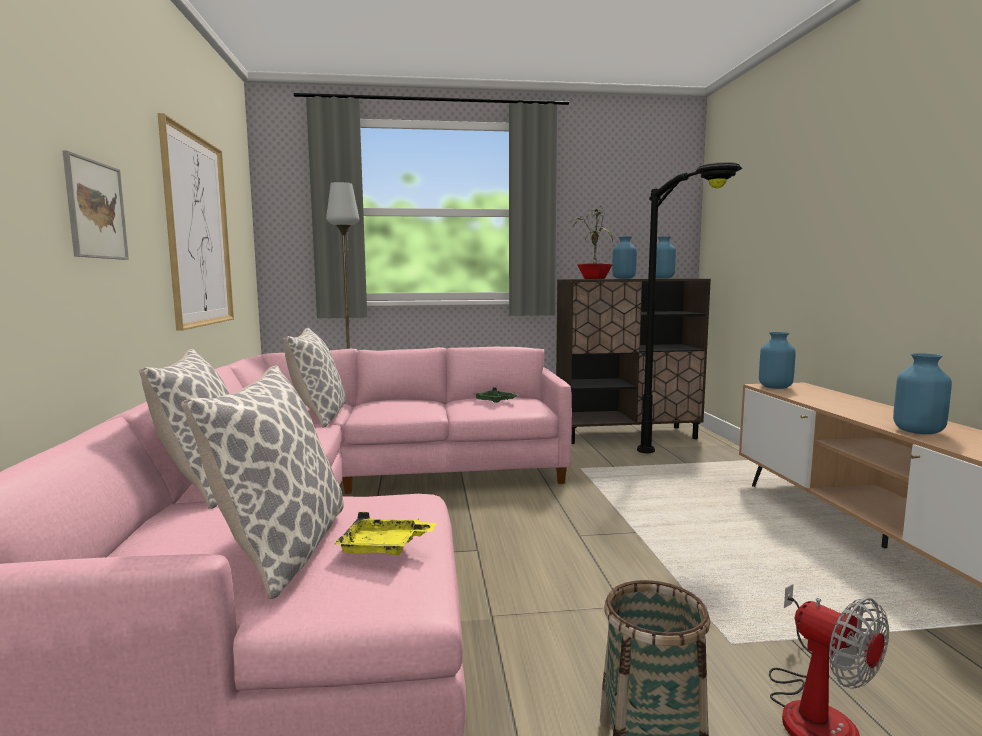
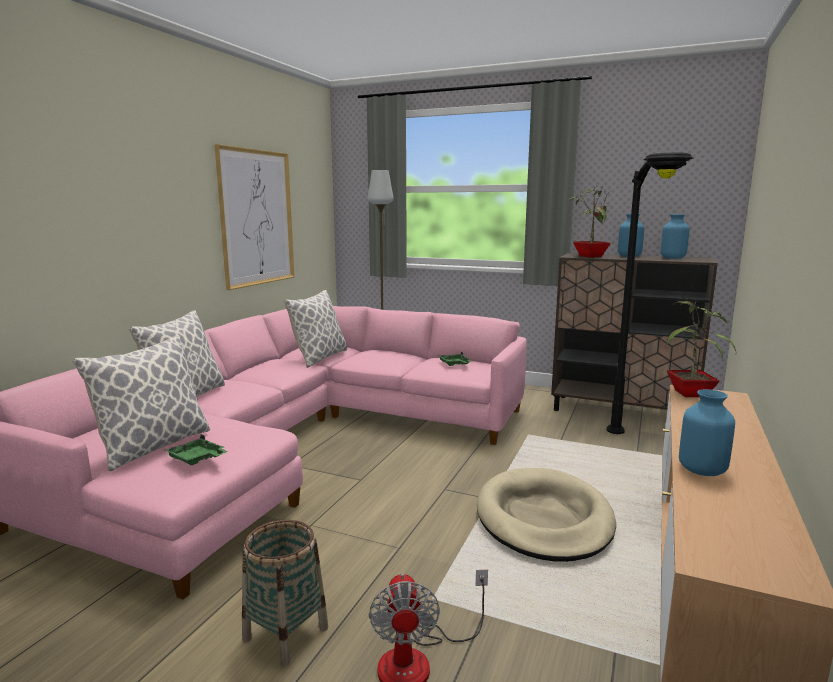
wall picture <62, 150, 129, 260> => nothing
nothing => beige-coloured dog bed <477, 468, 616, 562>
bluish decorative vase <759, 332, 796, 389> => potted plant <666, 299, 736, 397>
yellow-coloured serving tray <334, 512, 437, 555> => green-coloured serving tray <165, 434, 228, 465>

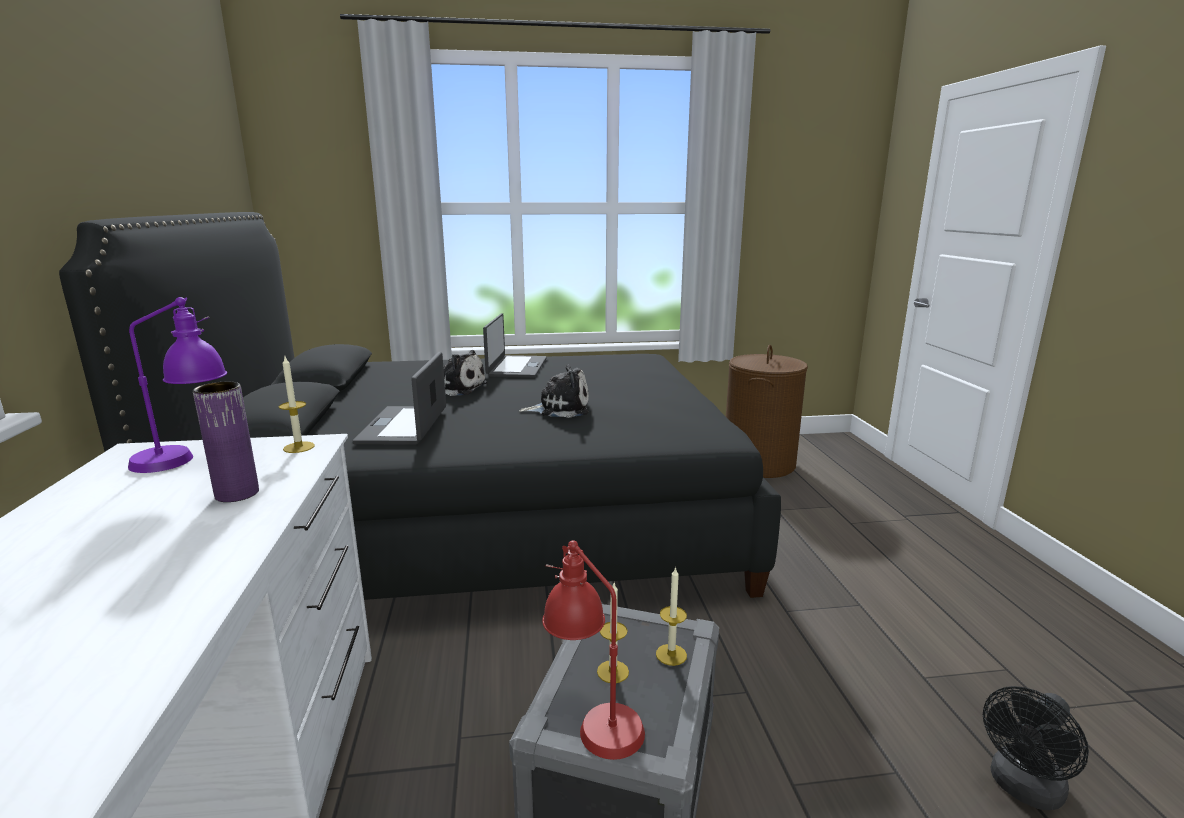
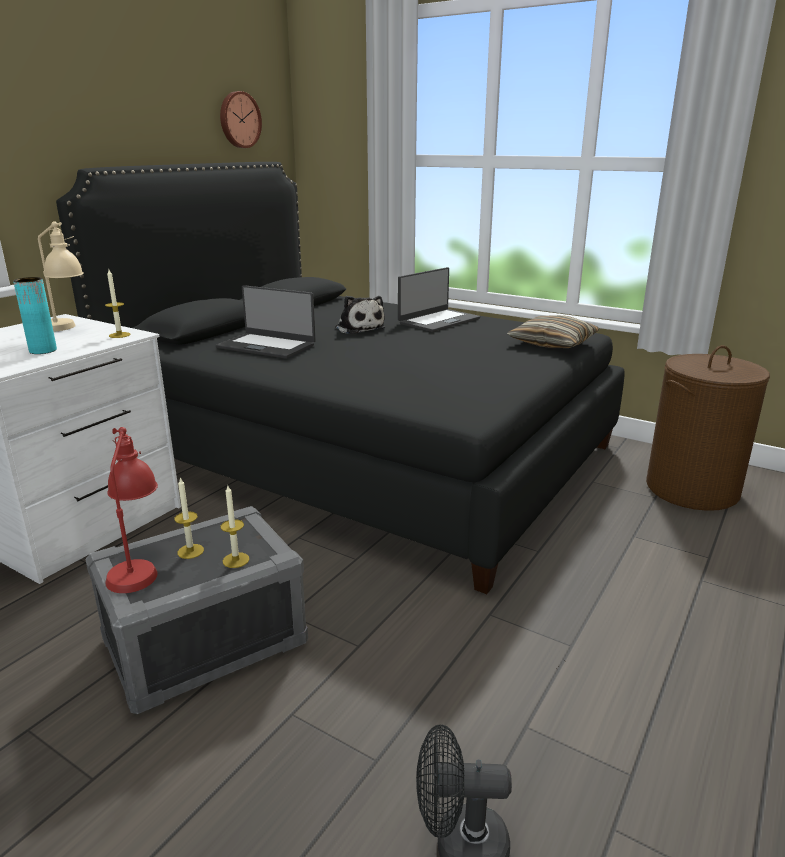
plush toy <519, 365, 589, 418> => nothing
nothing => clock on the wall <220, 91, 262, 148>
nothing => pillow <507, 315, 600, 348>
purplish table lamp <128, 297, 227, 473> => beige-coloured table lamp <38, 221, 84, 332>
purplish decorative vase <193, 382, 259, 502> => turquoise-coloured decorative vase <13, 277, 57, 354>
notebook computer <352, 352, 446, 444> => notebook computer <216, 285, 316, 359>, 105 degrees counterclockwise

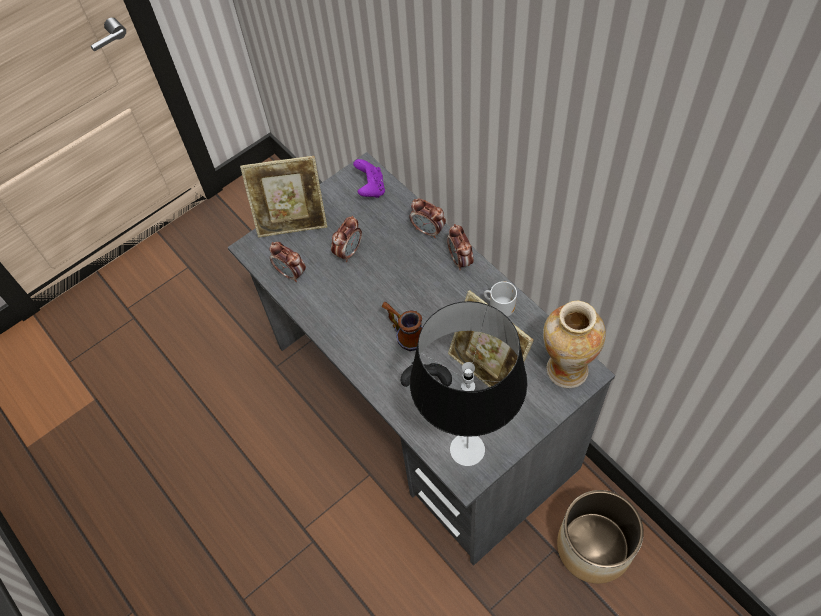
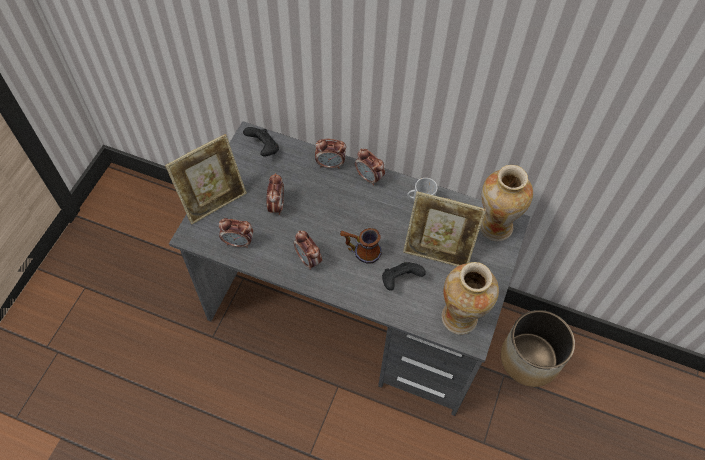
nothing => bedside clock <294, 231, 322, 270>
table lamp <410, 301, 527, 466> => decorative vase <441, 262, 499, 335>
purplish joypad <353, 159, 385, 198> => black joypad <243, 127, 279, 156>

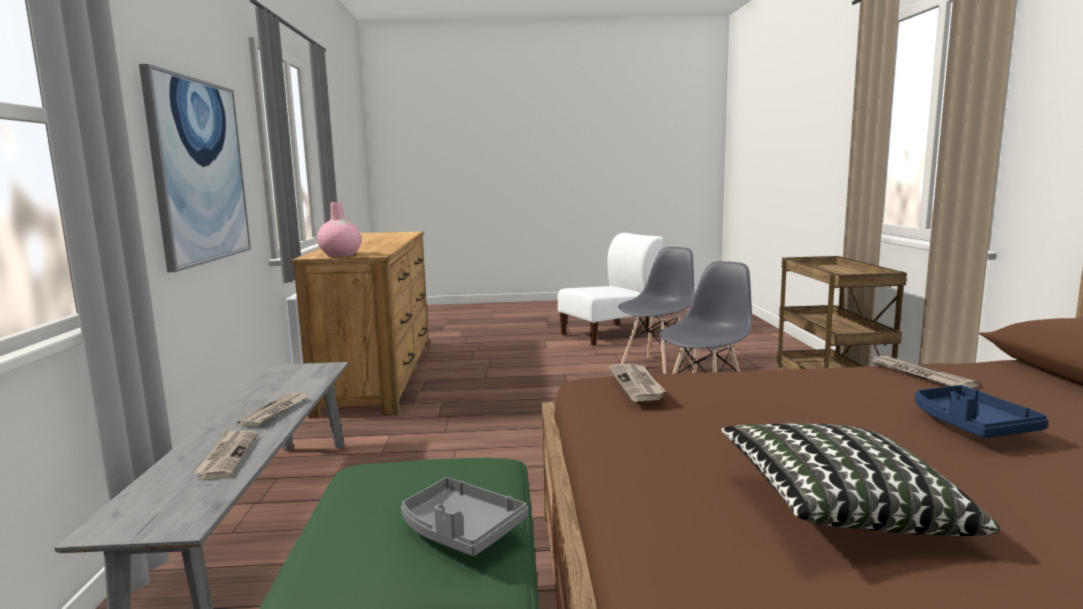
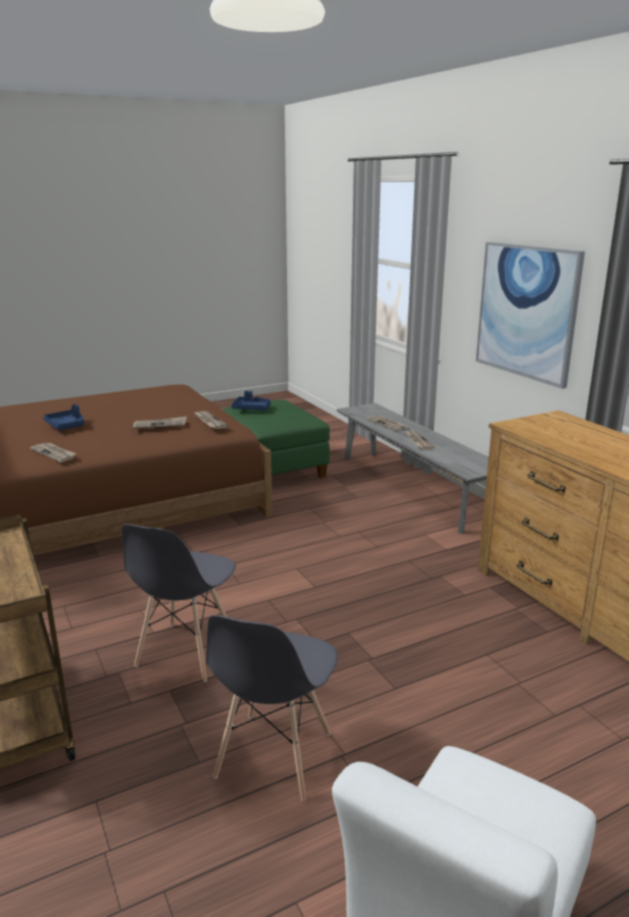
pinkish decorative vase <317, 202, 362, 257> => nothing
pillow <721, 423, 1000, 536> => nothing
nothing => printed paper <133, 416, 186, 429>
greyish serving tray <401, 477, 528, 556> => bluish serving tray <231, 391, 271, 410>

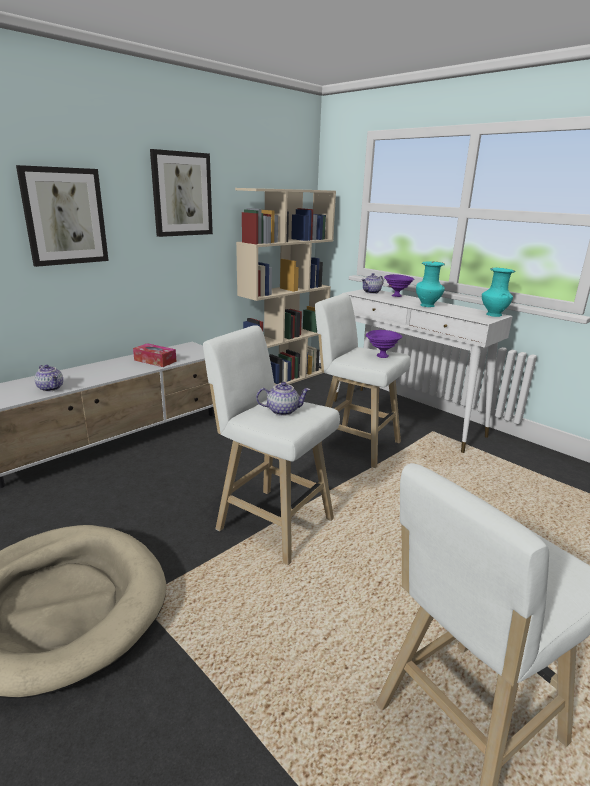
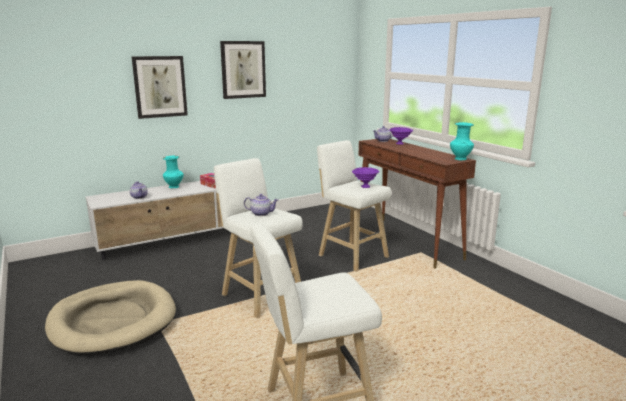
beige-coloured shelving unit <235, 188, 336, 385> => nothing
turquoise-coloured decorative vase <416, 261, 445, 307> => turquoise-coloured decorative vase <163, 156, 184, 188>, moved
whitish console table <334, 289, 513, 453> => brown console table <359, 139, 476, 269>

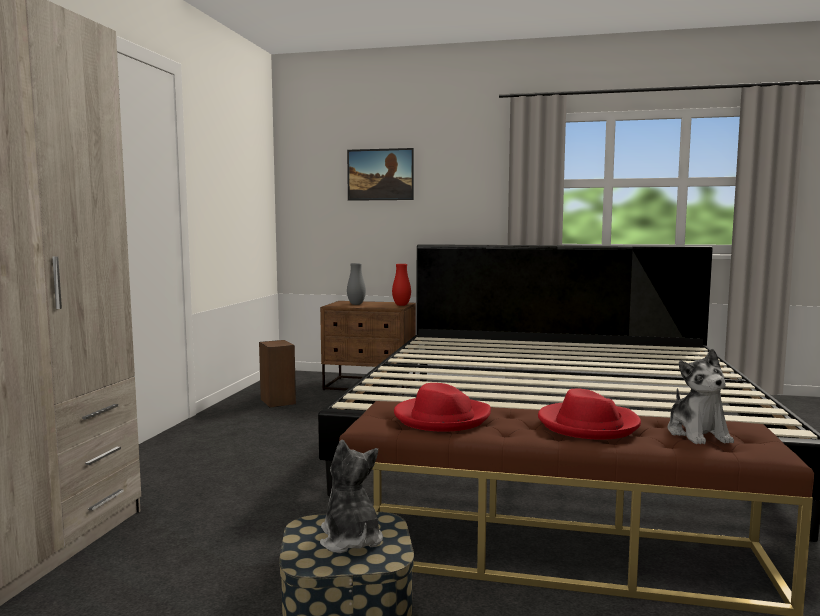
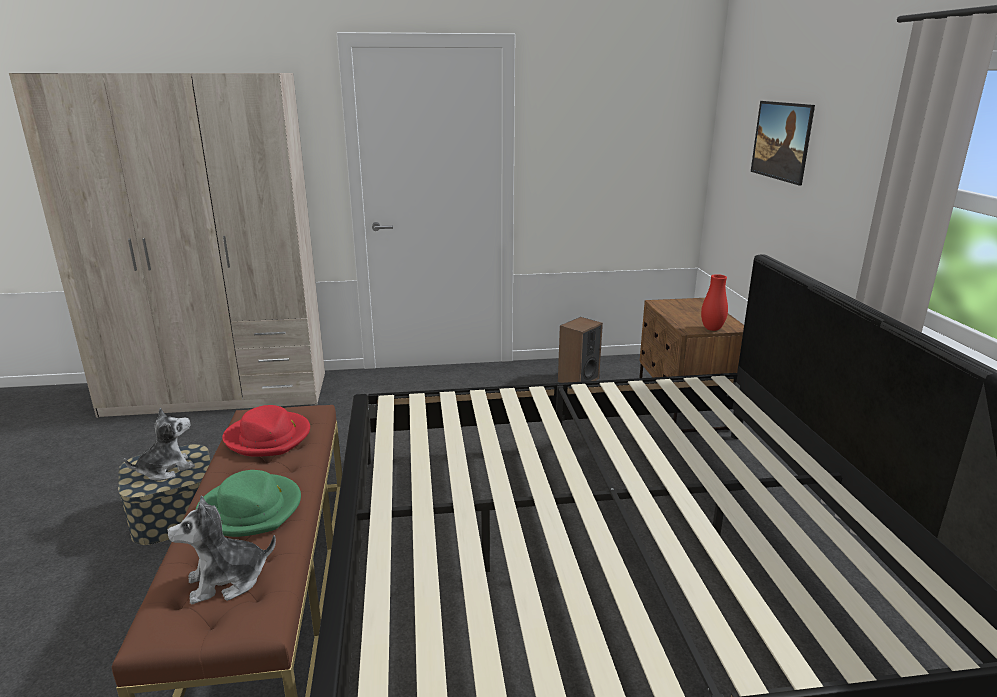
greyish decorative vase <347, 263, 366, 305> => nothing
reddish hat <538, 389, 641, 439> => green-coloured hat <195, 470, 301, 537>

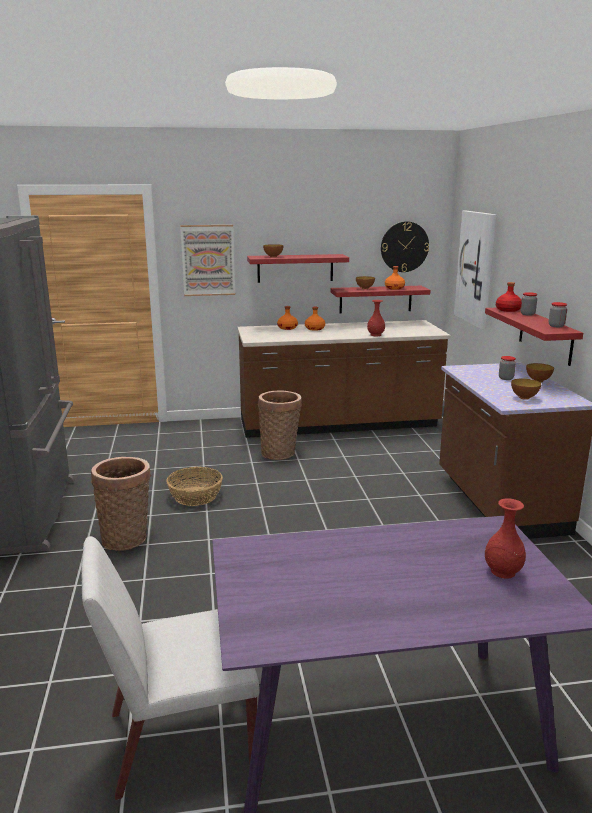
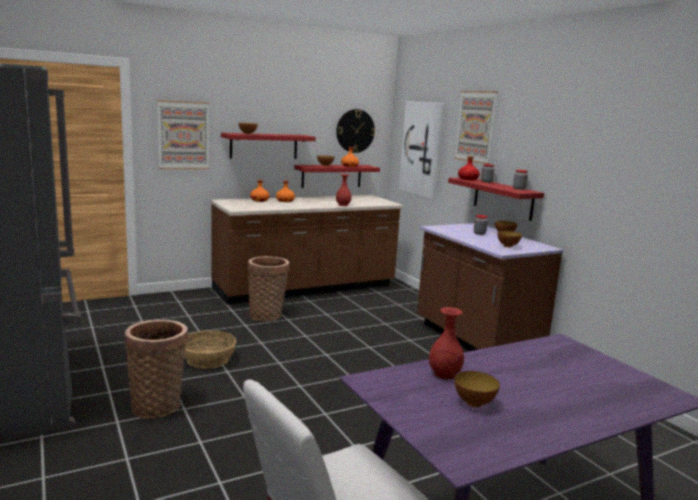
nothing => wall picture <454, 91, 498, 164>
nothing => serving bowl <454, 371, 500, 408>
reddish decorative vase <485, 498, 526, 579> => reddish decorative vase <429, 307, 464, 379>, moved

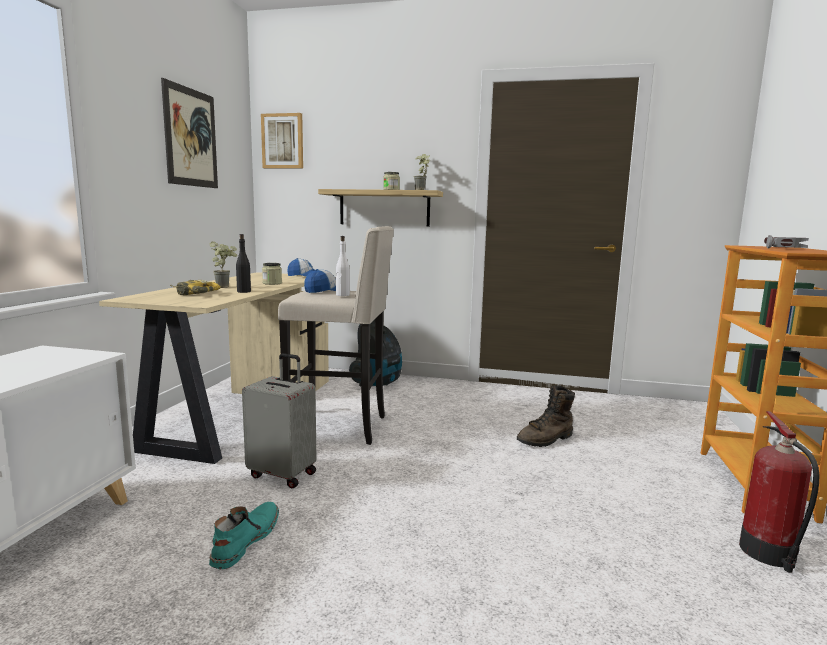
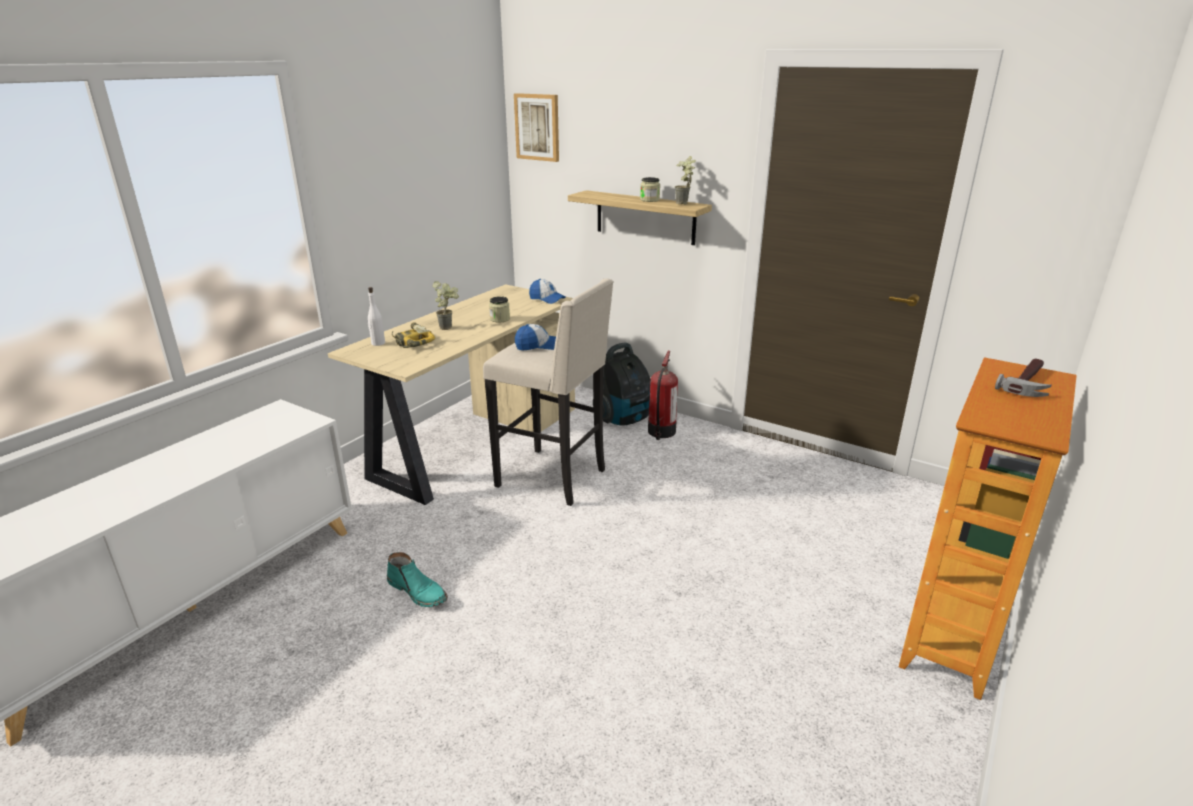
wall picture <161, 78, 218, 188> => nothing
black beverage bottle <236, 234, 251, 293> => nothing
greyish travel case <242, 353, 317, 488> => nothing
brown boot <517, 385, 575, 447> => nothing
whitish beverage bottle <336, 236, 350, 296> => whitish beverage bottle <368, 287, 385, 346>, moved
fire extinguisher <739, 411, 820, 573> => fire extinguisher <648, 351, 678, 440>, moved
turquoise-coloured boot <209, 502, 279, 569> => turquoise-coloured boot <387, 552, 448, 607>, 90 degrees clockwise

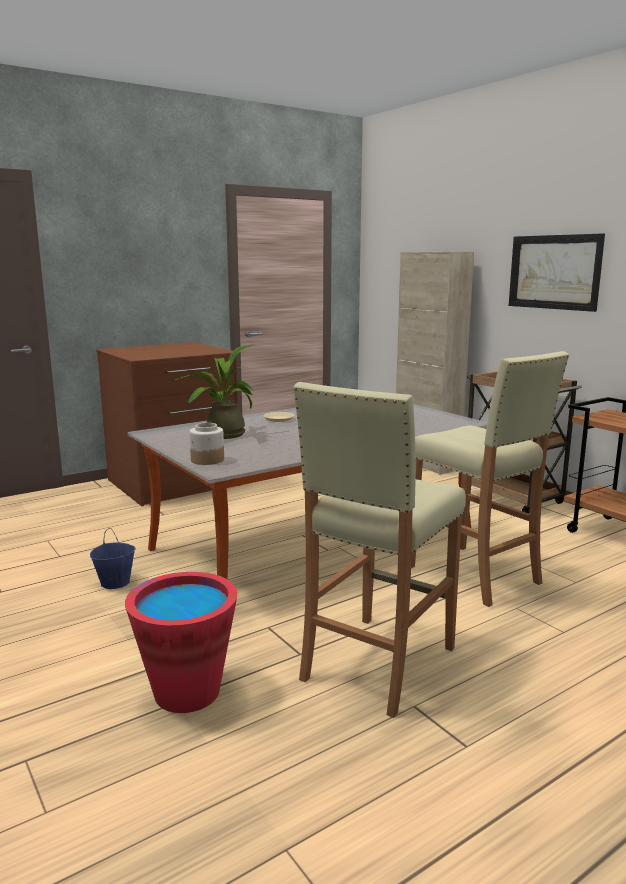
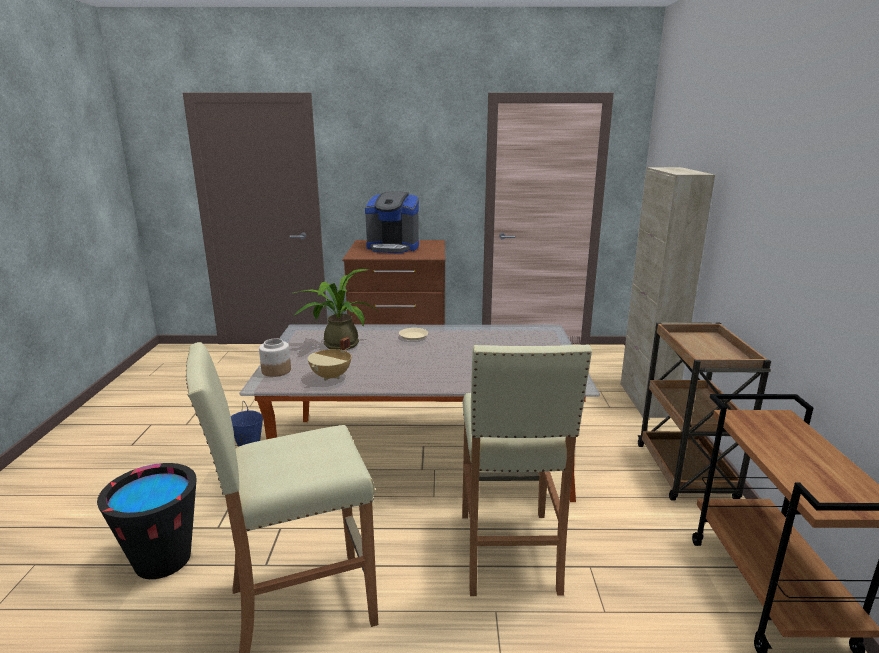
wall picture <509, 234, 605, 312> => nothing
nothing => beige-coloured stockpot <308, 337, 351, 381>
nothing => coffee machine <365, 192, 419, 253>
reddish pail <125, 572, 237, 713> => black pail <97, 463, 197, 579>

